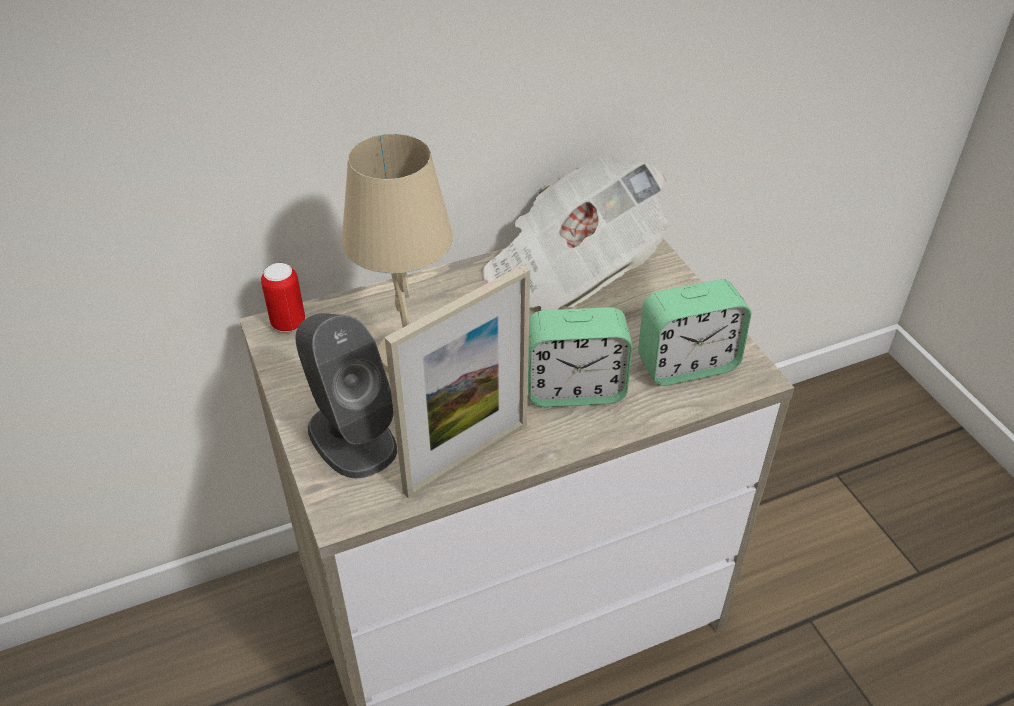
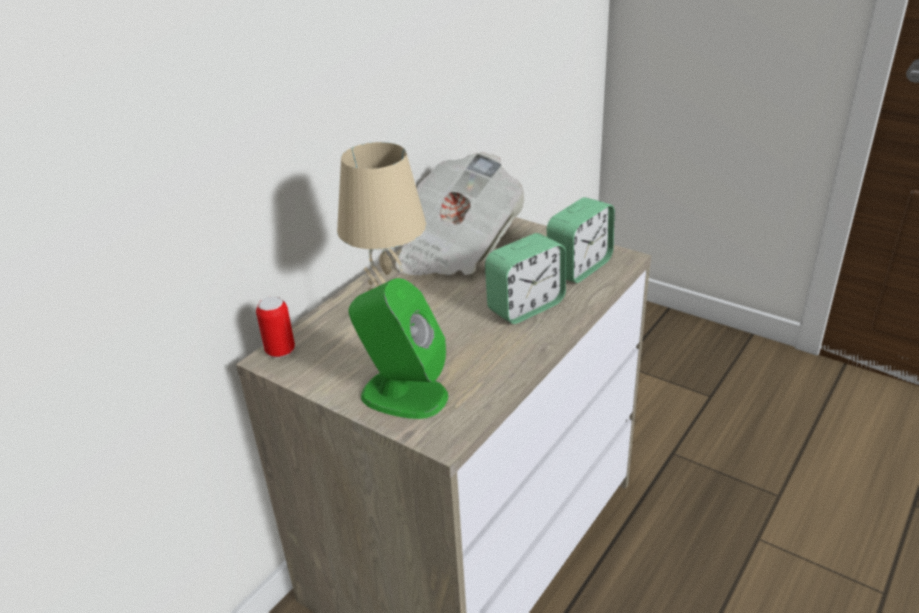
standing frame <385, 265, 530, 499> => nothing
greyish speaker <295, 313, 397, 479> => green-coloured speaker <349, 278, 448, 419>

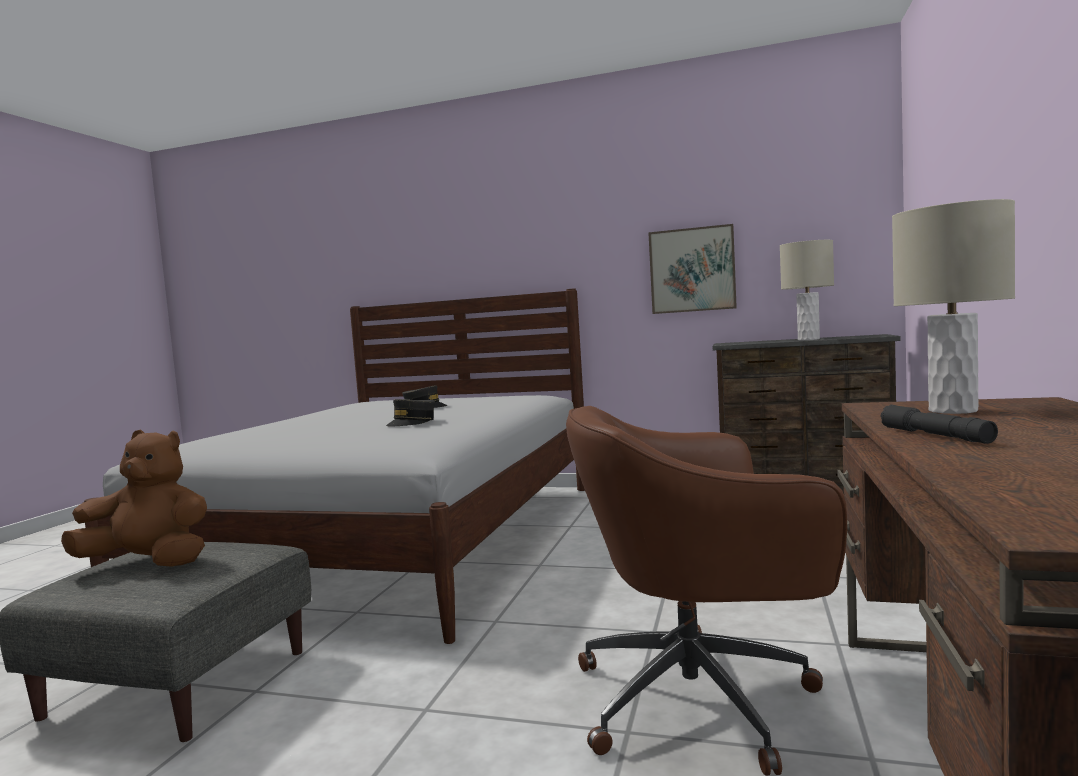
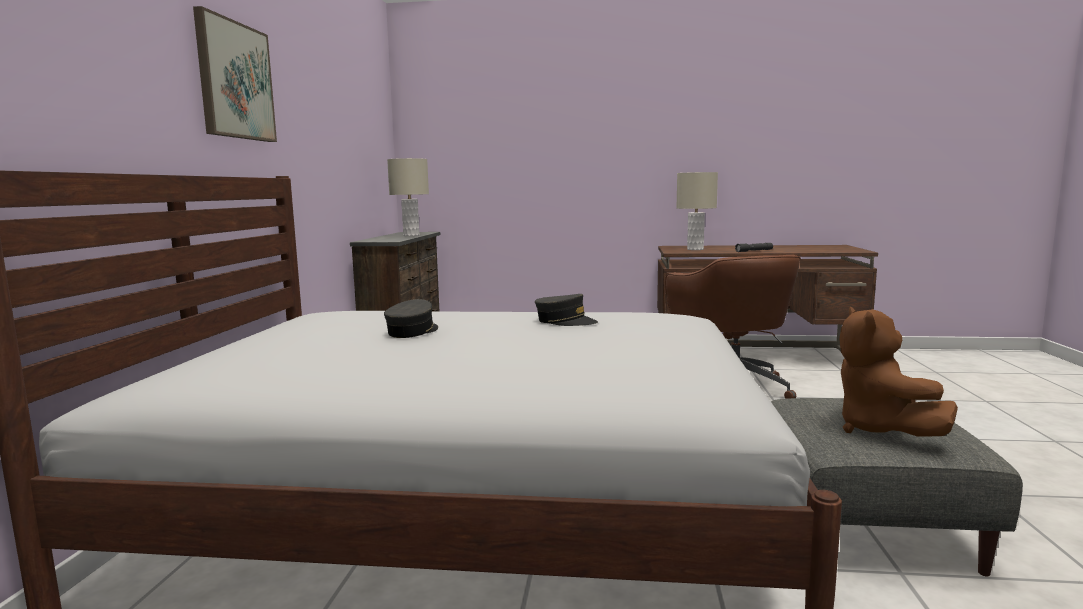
wall picture <648, 224, 737, 314> => wall picture <193, 6, 277, 142>, moved

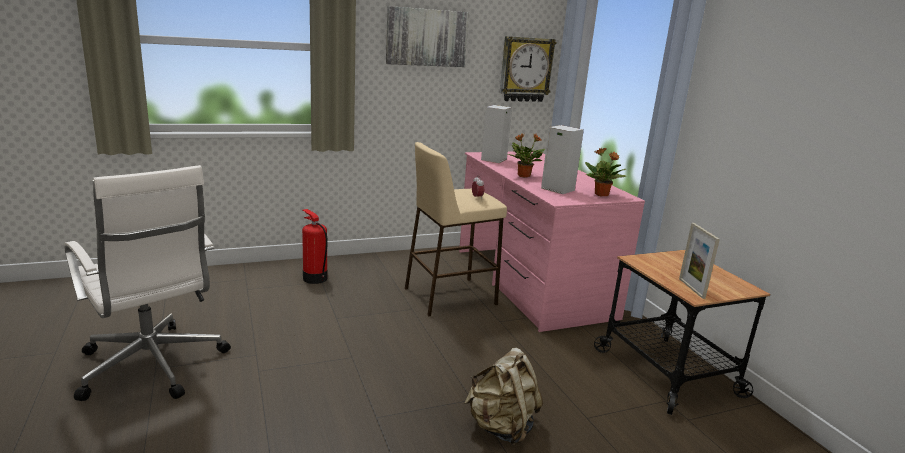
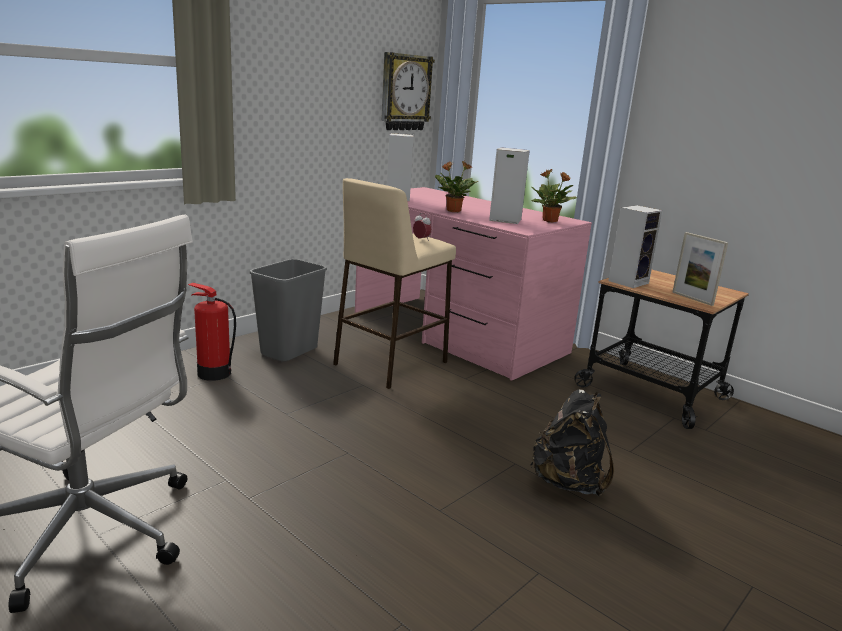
wall picture <386, 6, 469, 67> => nothing
nothing => greyish rubbish bin <250, 259, 327, 361>
nothing => speaker <608, 205, 663, 288>
beige-coloured knapsack <464, 348, 543, 446> => black knapsack <530, 389, 614, 497>

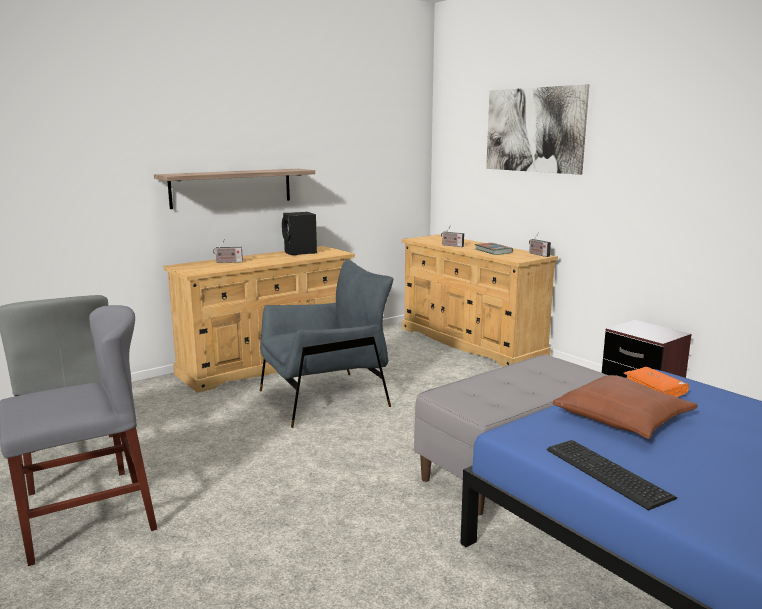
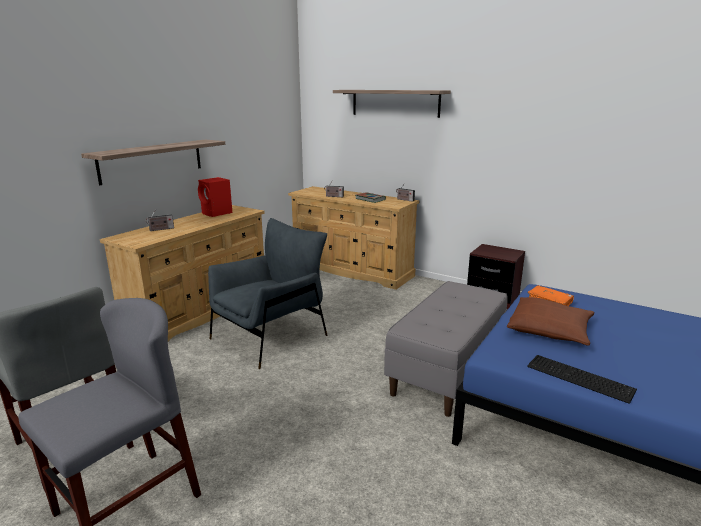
wall picture <486, 84, 589, 175> => wall shelf <333, 90, 451, 118>
black speaker <282, 212, 317, 255> => reddish speaker <198, 177, 232, 217>

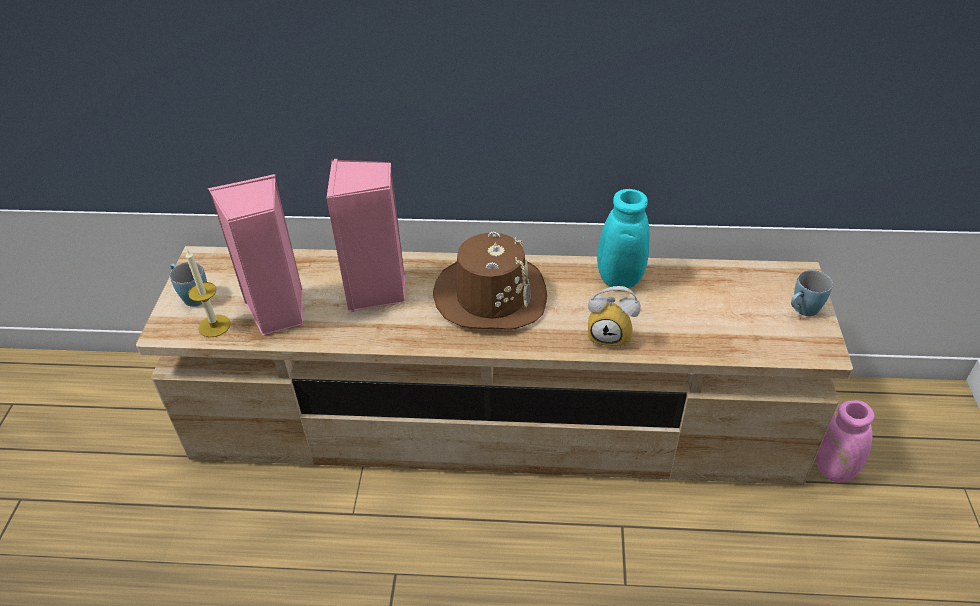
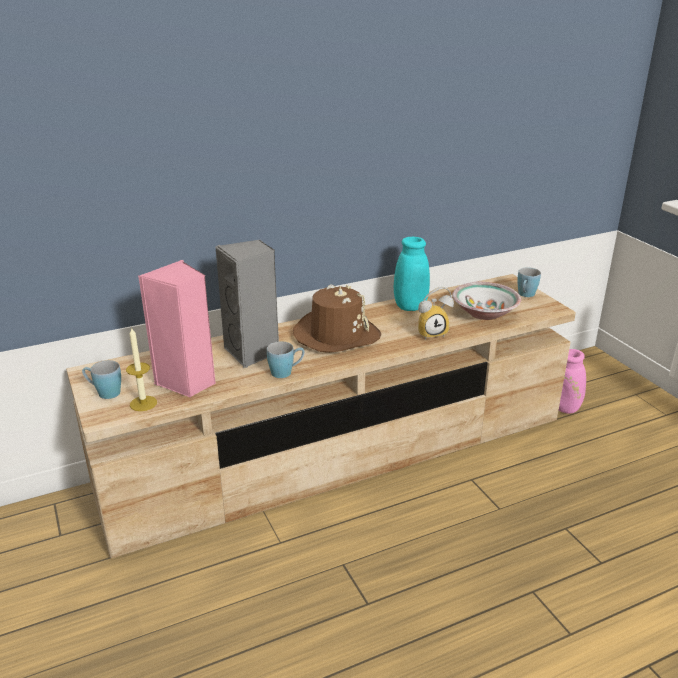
nothing => bluish mug <267, 341, 305, 378>
nothing => serving bowl <452, 282, 521, 320>
pinkish speaker <326, 159, 405, 312> => greyish speaker <215, 240, 279, 368>

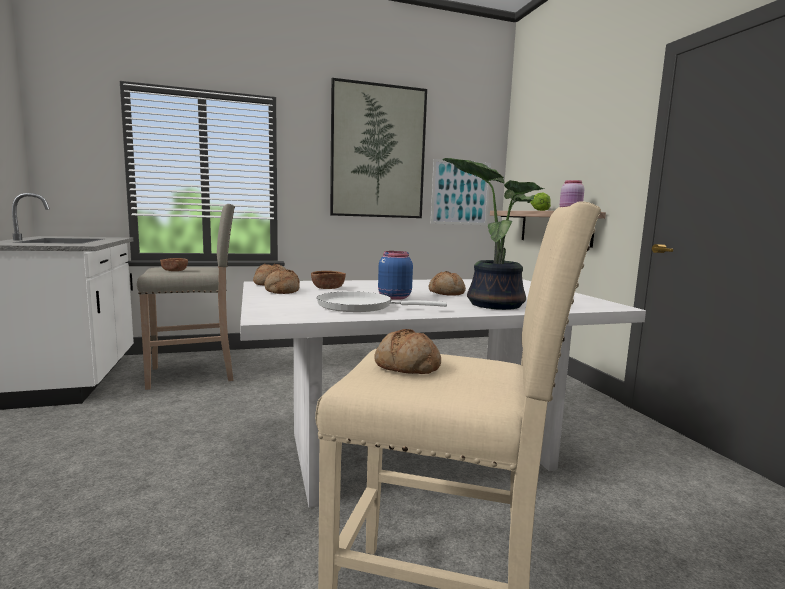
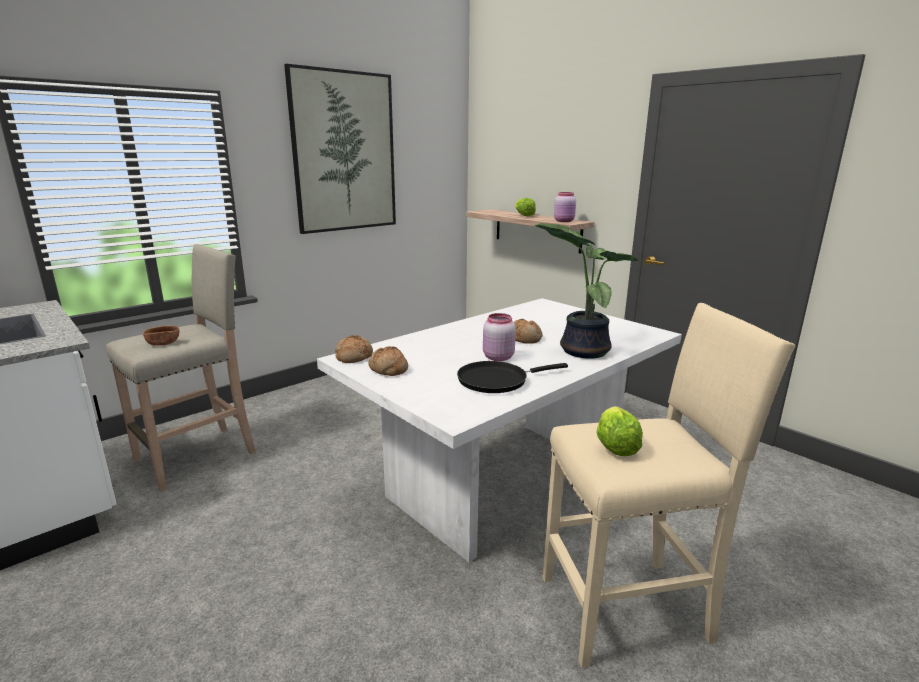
brown serving bowl <311, 271, 346, 289> => nothing
wall picture <431, 159, 491, 225> => nothing
bread <374, 329, 441, 374> => lettuce <596, 406, 643, 456>
whitish pan <317, 291, 447, 312> => black pan <457, 361, 568, 393>
bluish jar <378, 251, 413, 300> => pinkish jar <483, 313, 516, 361>

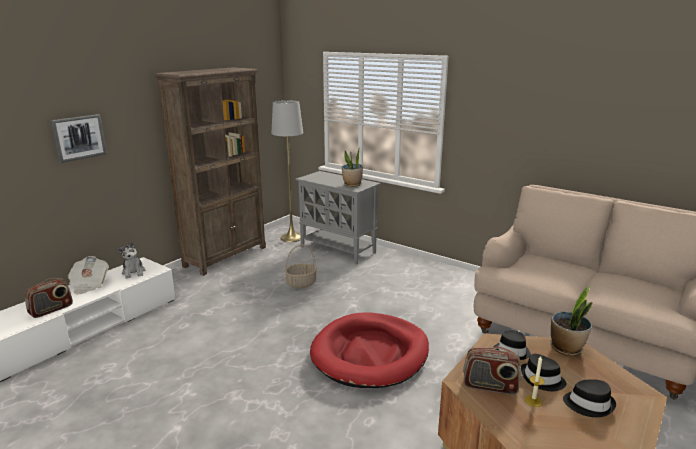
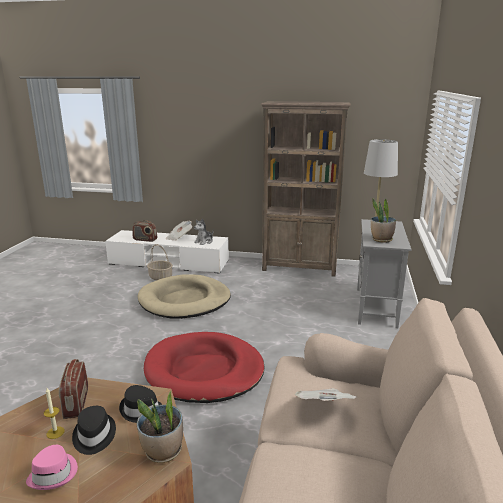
wall picture <51, 114, 107, 163> => nothing
nothing => beige-coloured dog bed <138, 274, 231, 319>
nothing => printed paper <294, 388, 357, 401>
household basket <284, 245, 317, 289> => household basket <147, 244, 173, 280>, moved
black hat <563, 379, 616, 417> => pinkish hat <26, 445, 78, 490>

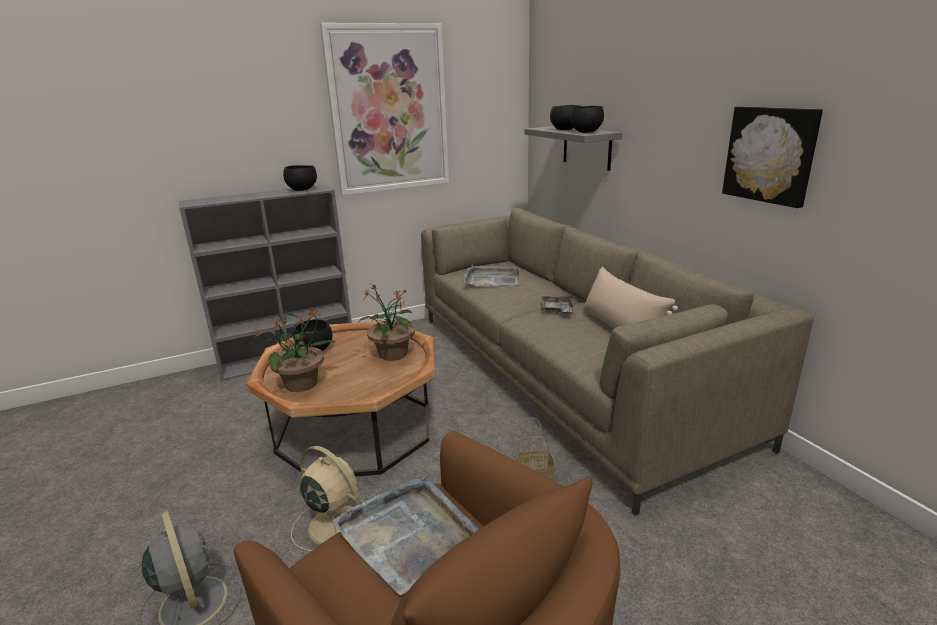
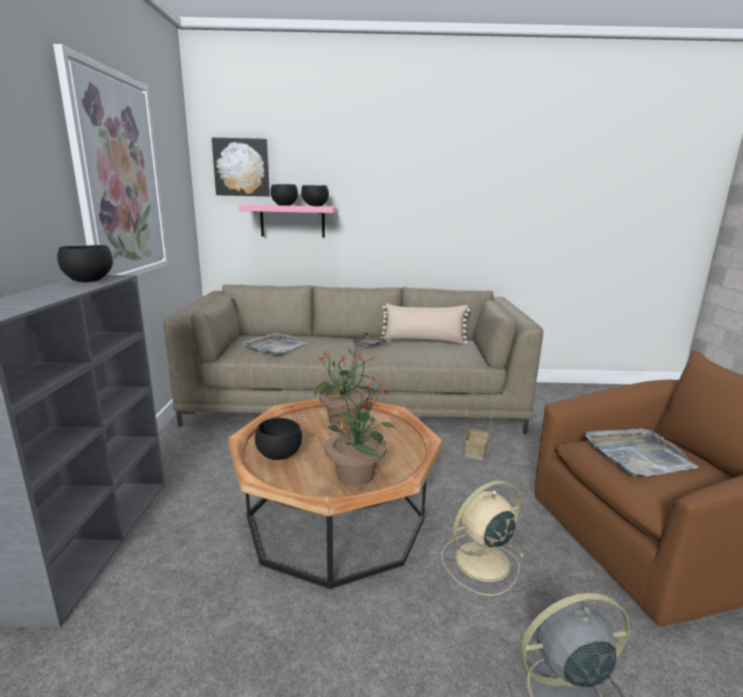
wall picture <722, 106, 823, 208> => wall picture <212, 138, 270, 196>, moved
greyish wall shelf <525, 126, 622, 171> => pinkish wall shelf <239, 205, 336, 238>

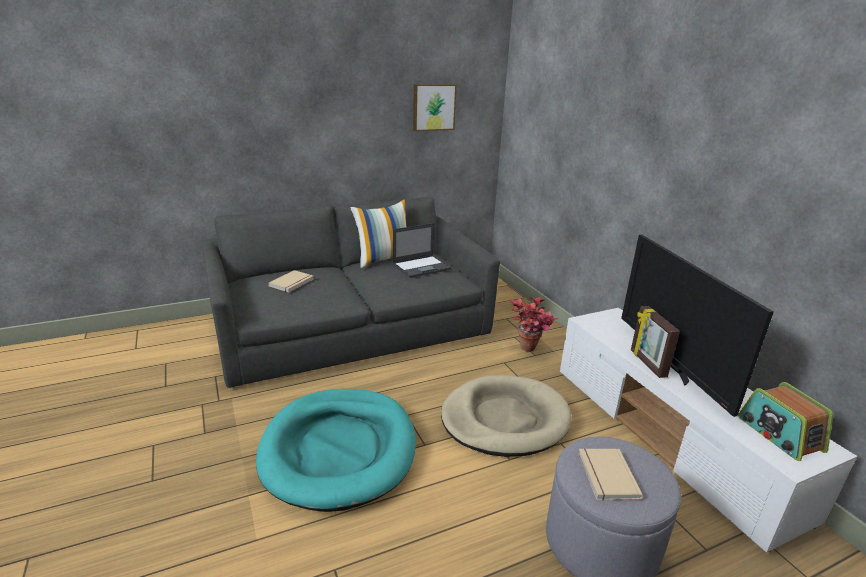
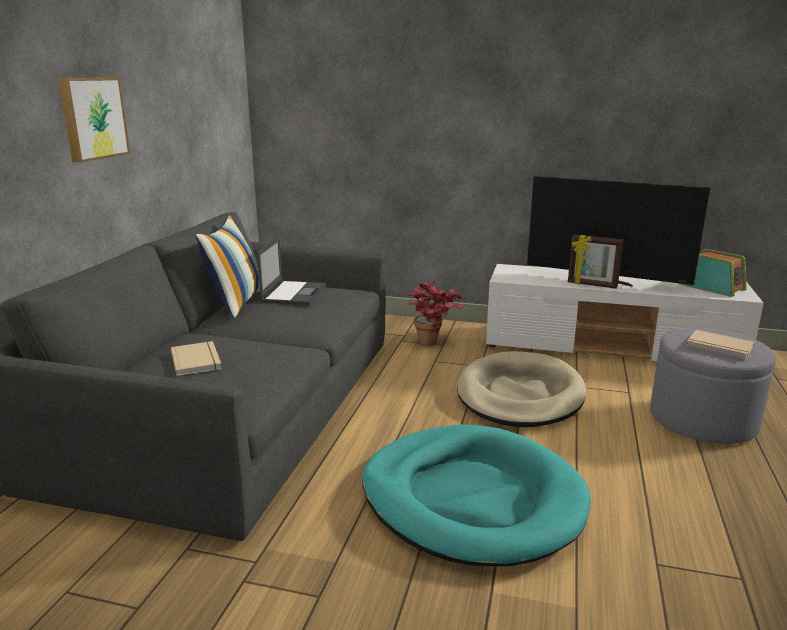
wall picture <413, 84, 457, 131> => wall picture <58, 77, 130, 162>, moved
radio set <738, 382, 833, 461> => radio set <679, 249, 747, 297>, 150 degrees counterclockwise

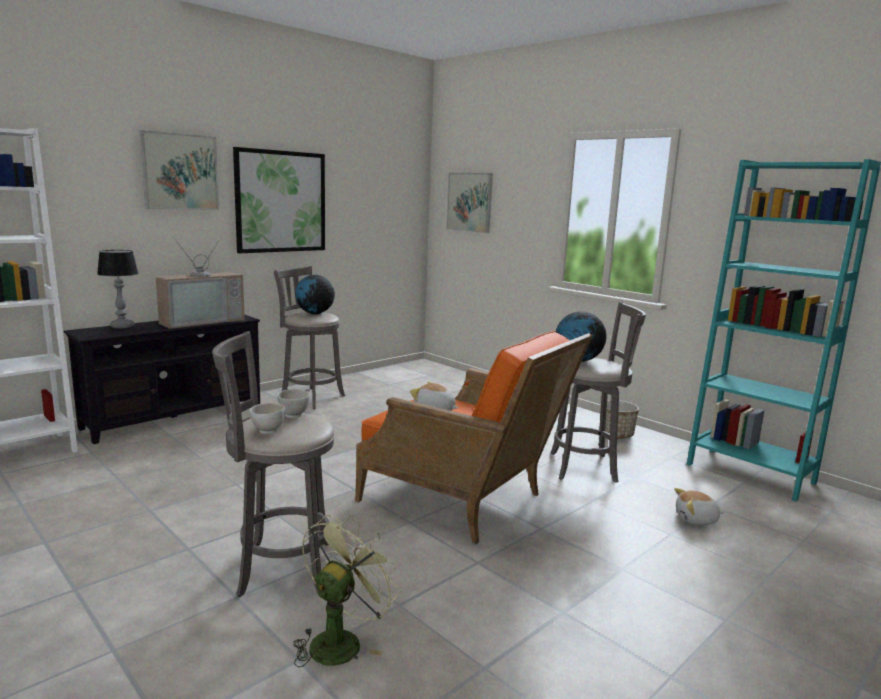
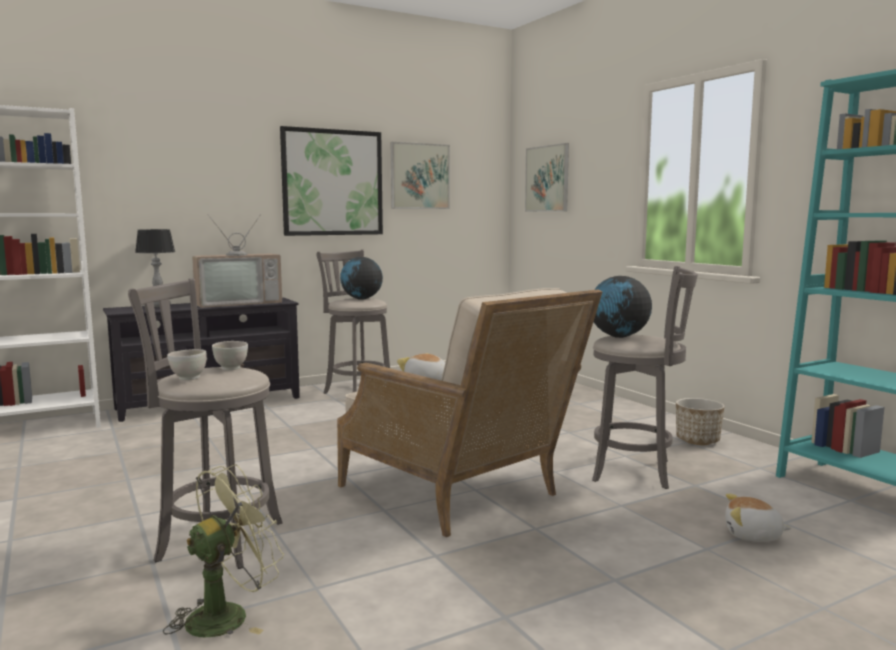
wall picture <140, 130, 219, 210> => wall picture <391, 142, 450, 209>, moved
orange-coloured lounge chair <355, 331, 593, 544> => beige-coloured lounge chair <337, 288, 602, 537>

